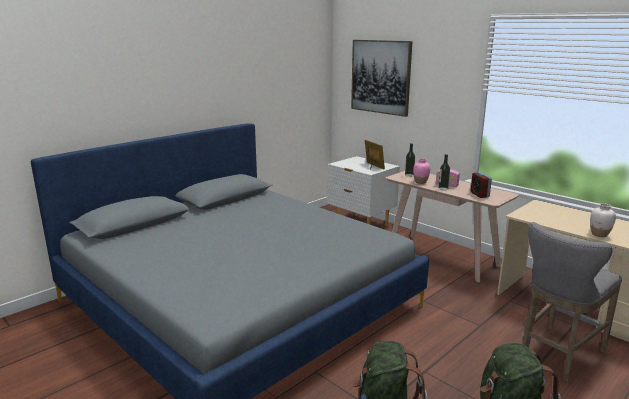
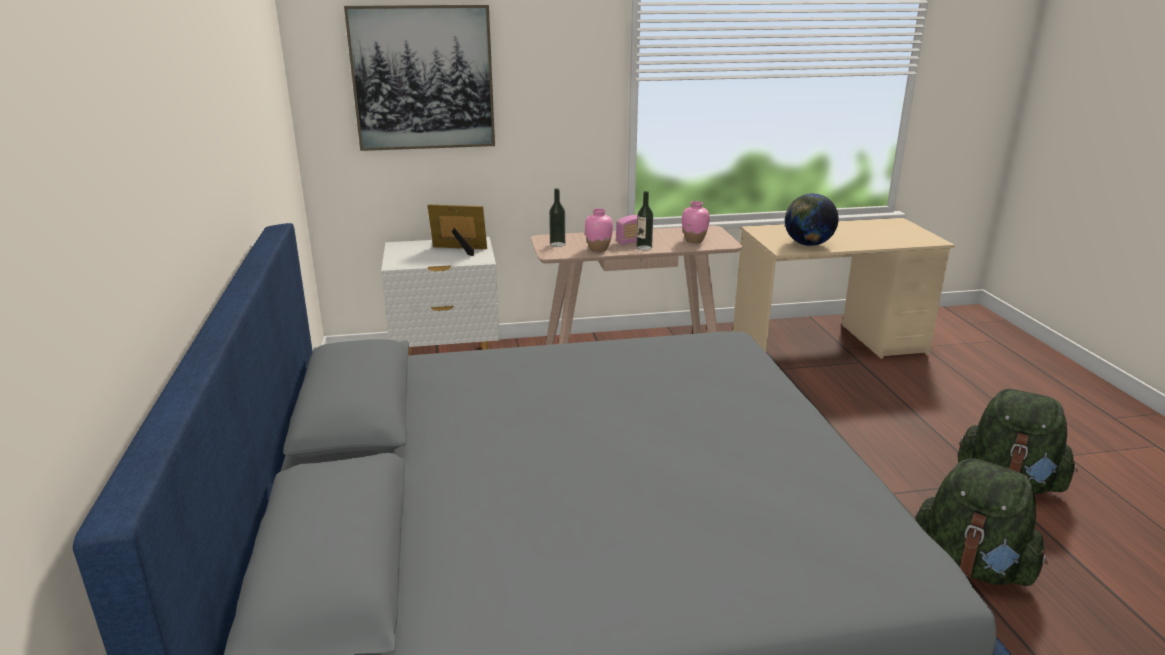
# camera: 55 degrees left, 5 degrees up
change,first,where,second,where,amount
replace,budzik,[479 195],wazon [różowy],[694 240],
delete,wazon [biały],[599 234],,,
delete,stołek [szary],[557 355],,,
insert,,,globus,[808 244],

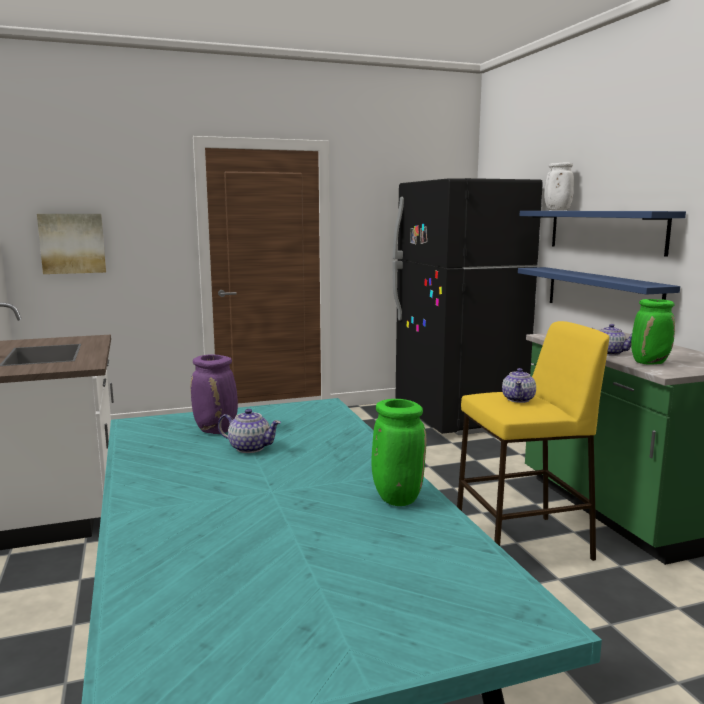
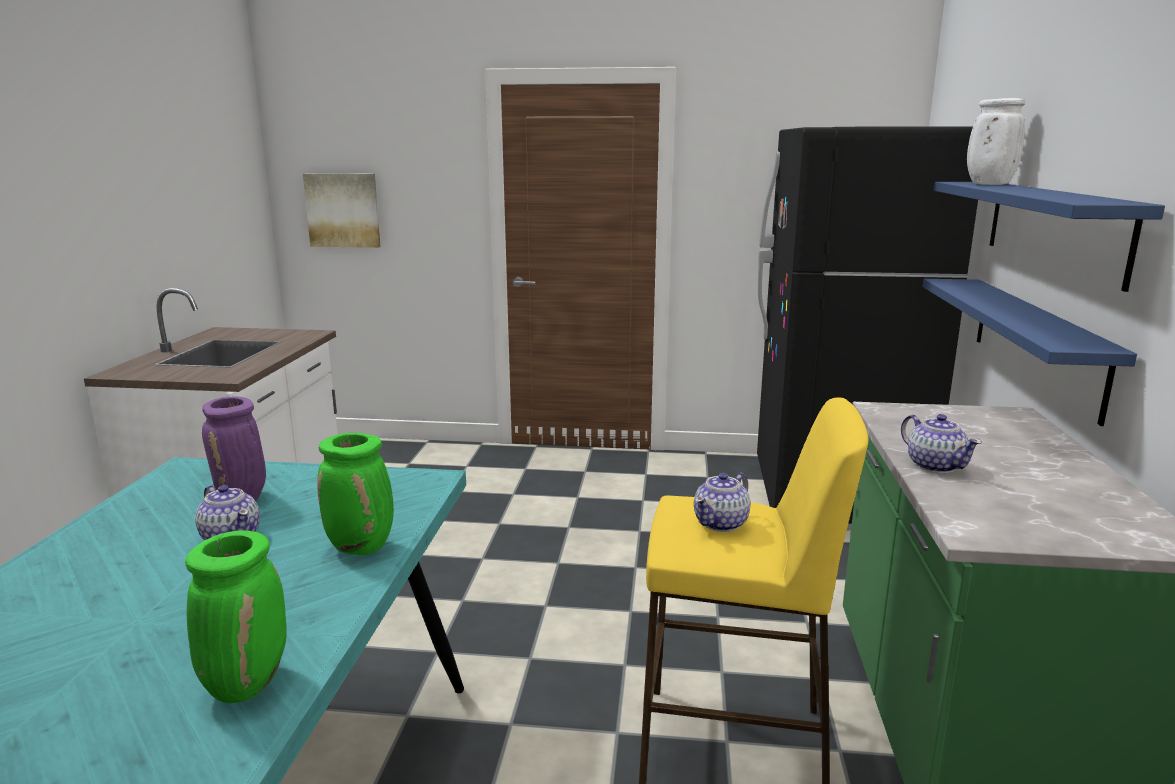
# camera: 25 degrees right, 5 degrees up
change,first,where,second,where,amount
move,wazon [zielony],[650 363],,[362 547],

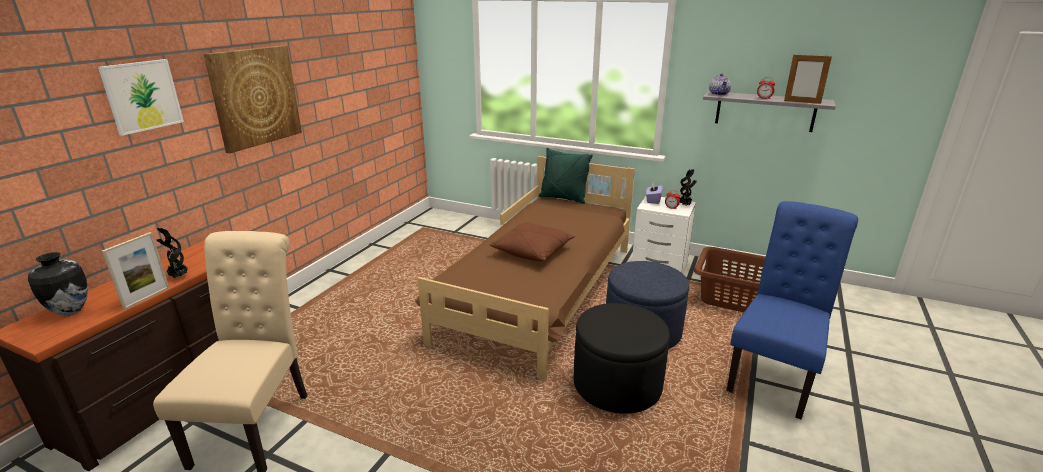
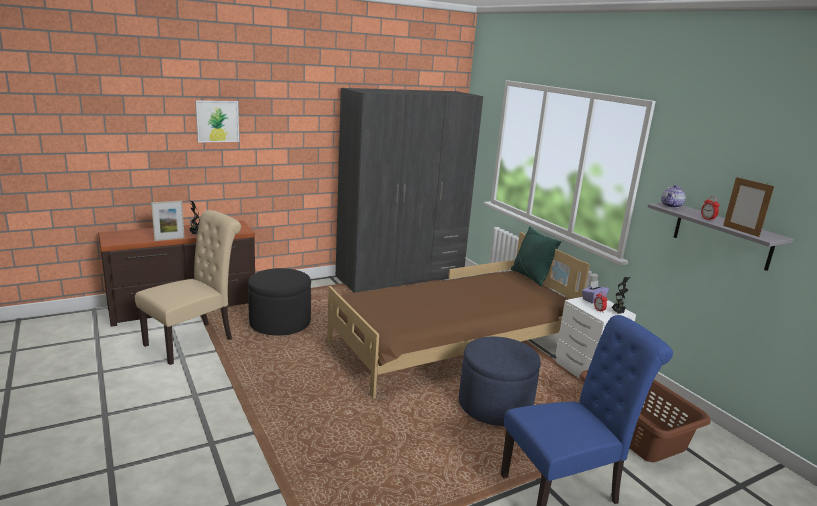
# camera: 35 degrees right, 5 degrees down
change,first,where,second,where,amount
delete,obraz,[255 97],,,
delete,poduszka [brązowy],[533 251],,,
delete,wazon,[70 311],,,
move,pufa [czarny],[617 385],,[280 323],
insert,,,szafa [szary],[401 276],

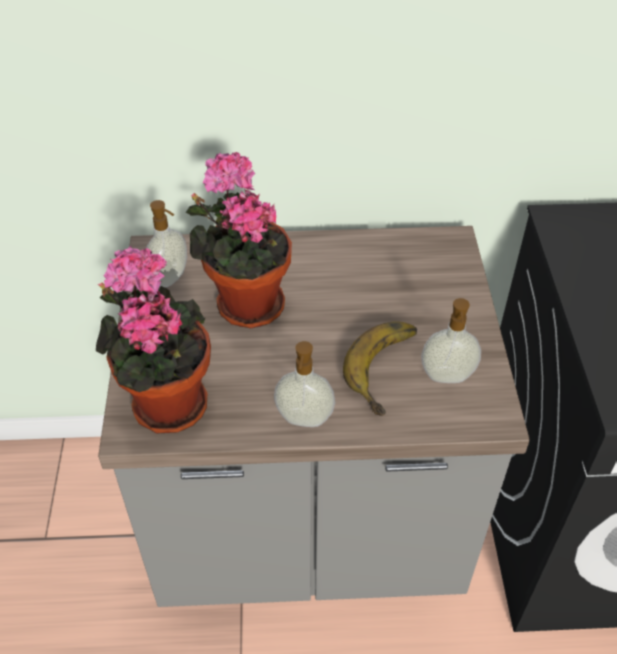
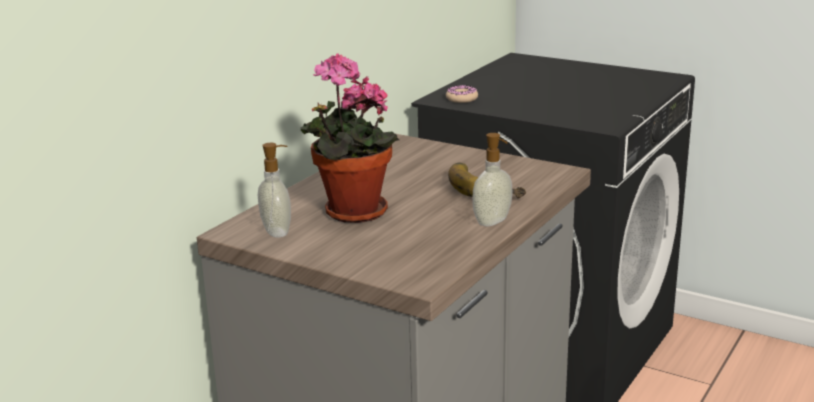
# camera: 55 degrees left, 25 degrees down
change,first,where,second,where,amount
delete,roślina doniczkowa,[165 400],,,
delete,dozownik mydła,[447 377],,,
insert,,,donut,[461 99],

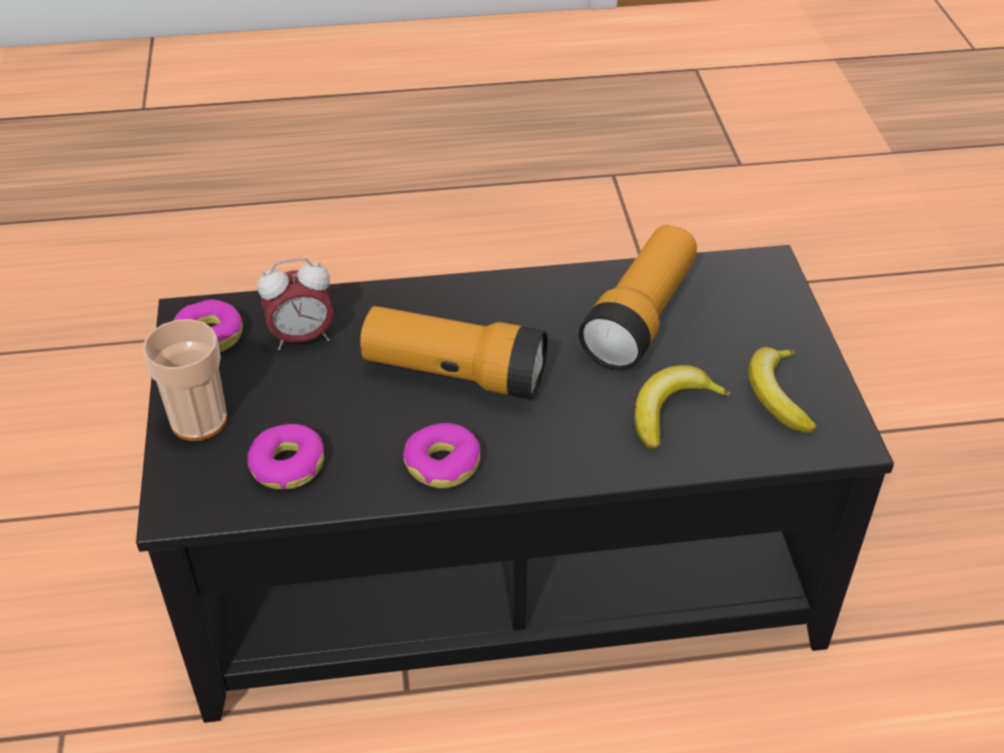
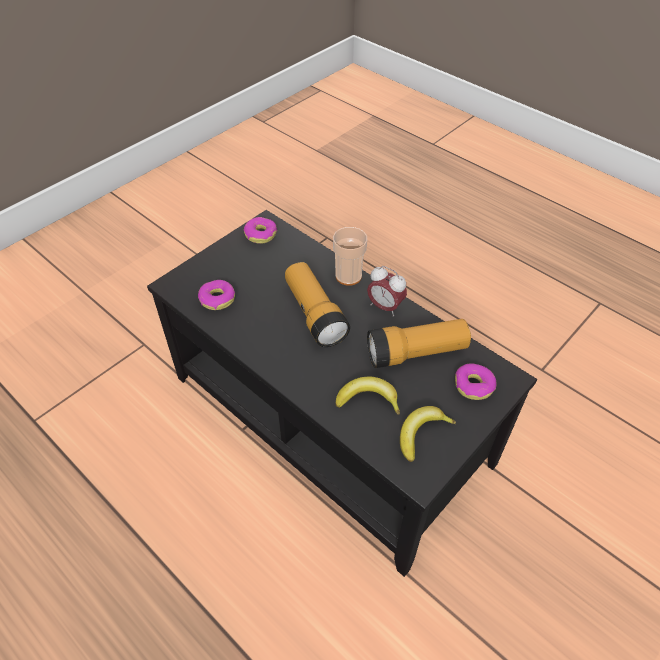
# camera: 50 degrees right, 5 degrees up
change,first,where,second,where,amount
move,budzik,[302 338],,[385 307],
move,filiżanka,[199 421],,[348 276],
move,donut,[443 464],,[474 385],

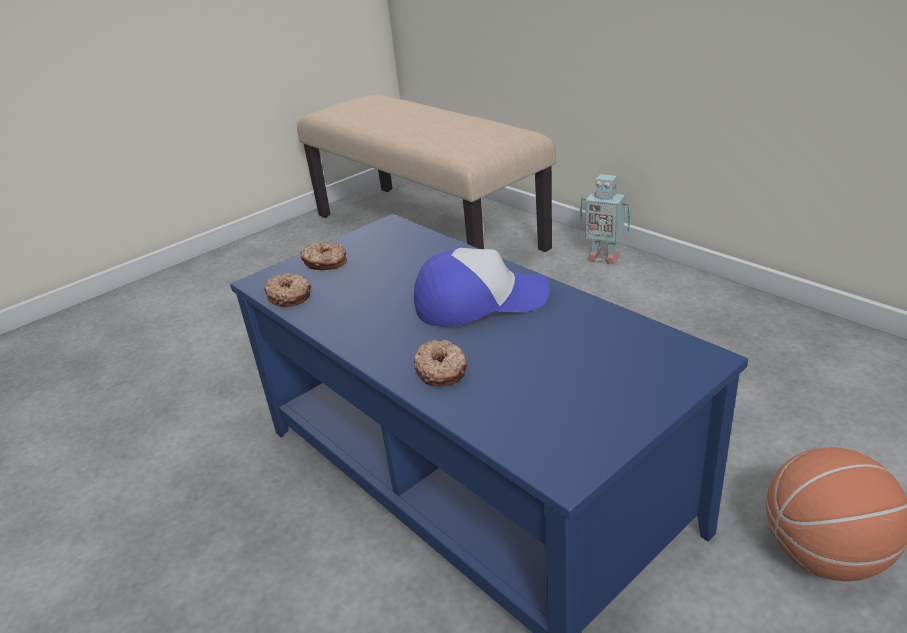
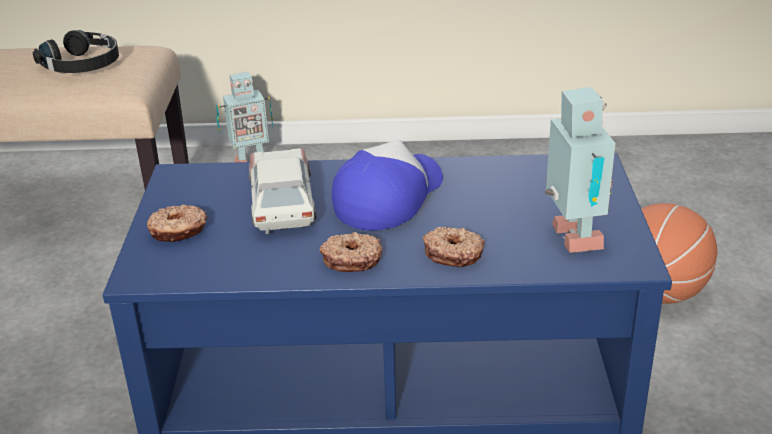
# camera: 50 degrees left, 0 degrees up
change,first,where,second,where,amount
move,donut,[289 296],,[352 259],
insert,,,słuchawki [czarny],[83 64],
insert,,,robot zabawkowy,[572 240],
insert,,,samochodzik,[282 201],

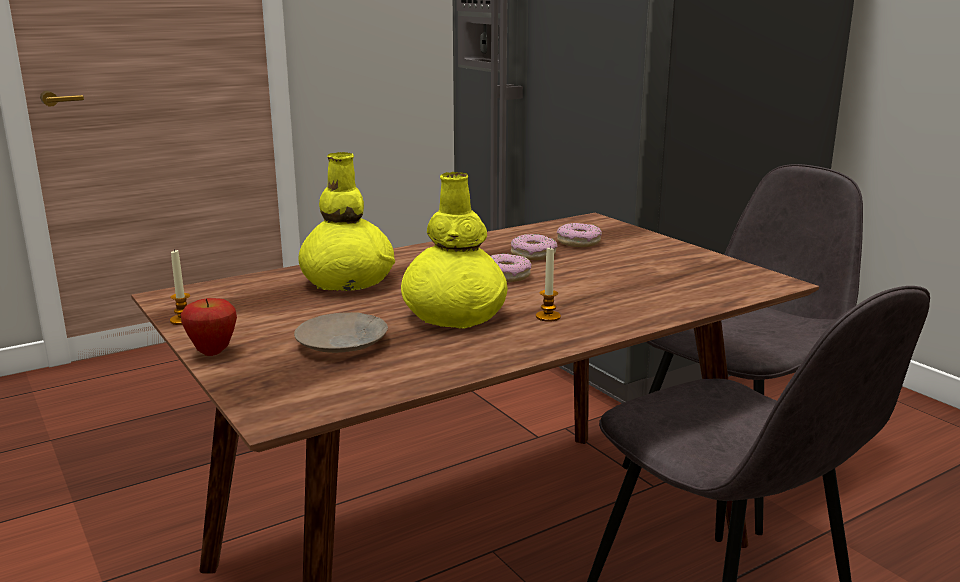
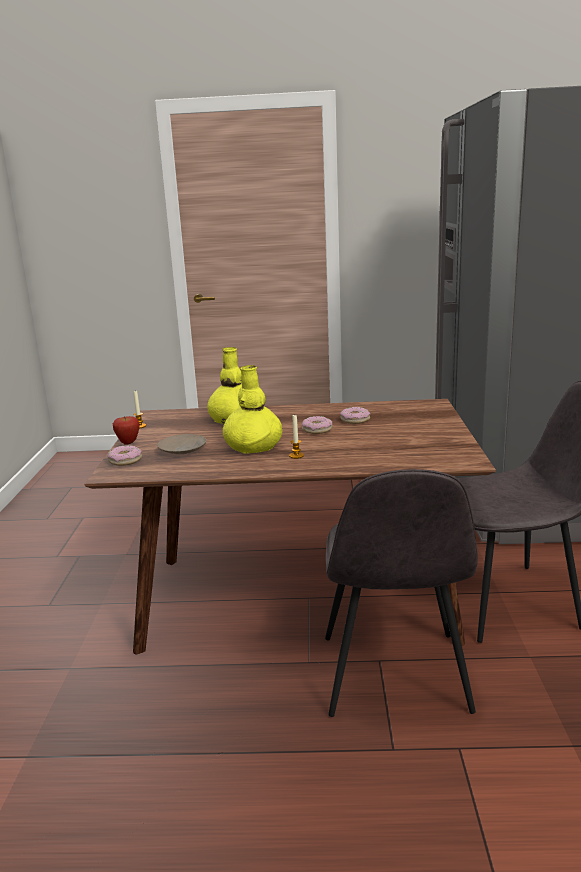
# camera: 35 degrees right, 0 degrees up
change,first,where,second,where,amount
move,donut,[578 242],,[125 460],

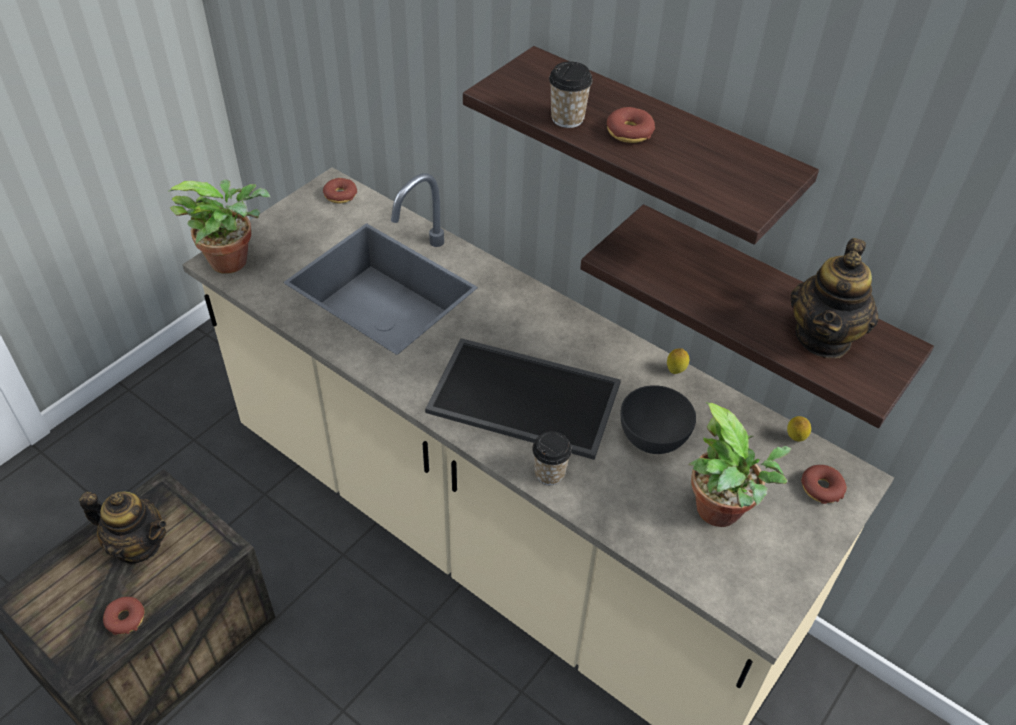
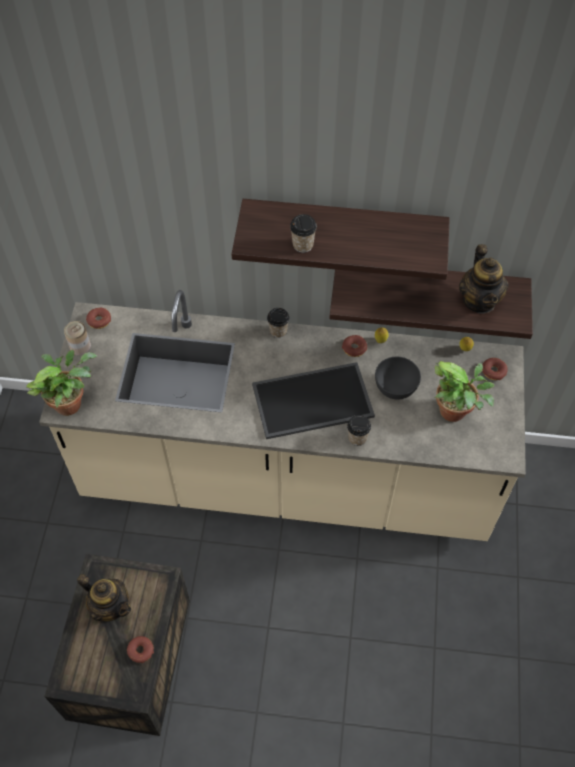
# camera: 30 degrees left, 10 degrees up
change,first,where,second,where,amount
move,donut,[629 132],,[354 348],
rotate,imbryk,[138 545],,[110 606],45 degrees clockwise
insert,,,filiżanka,[278 331],
insert,,,puszka,[80 346],

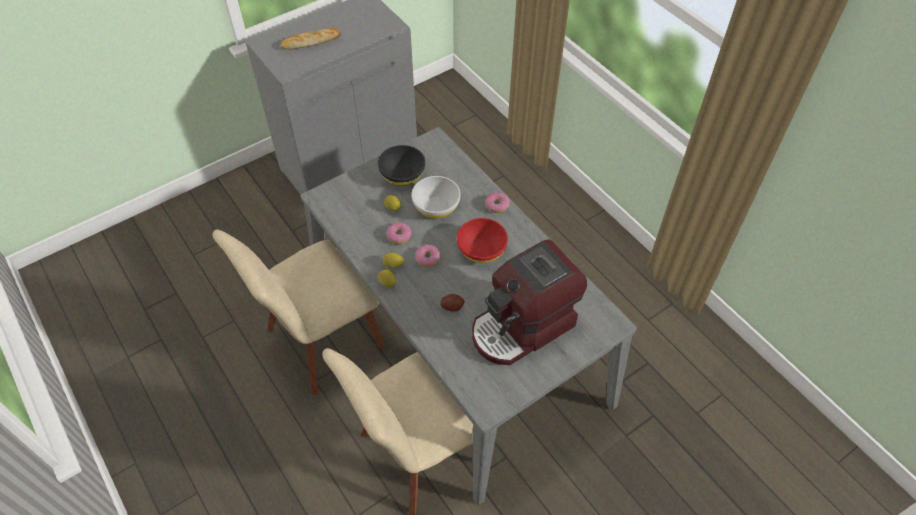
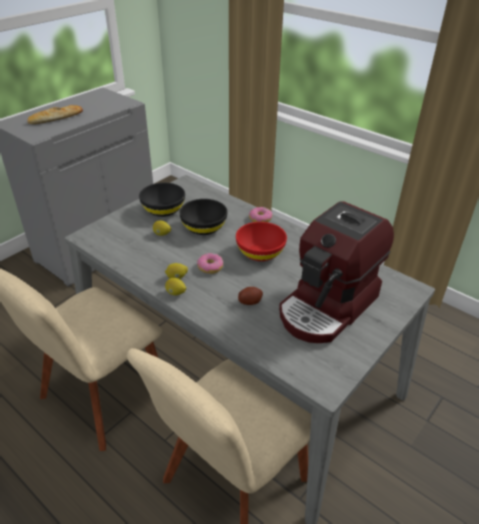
# camera: 15 degrees left, 15 degrees down
change,first,where,second,where,amount
recolor,miska [biały],[436 207],miska [czarny],[204 228],
delete,donut,[399 236],,,

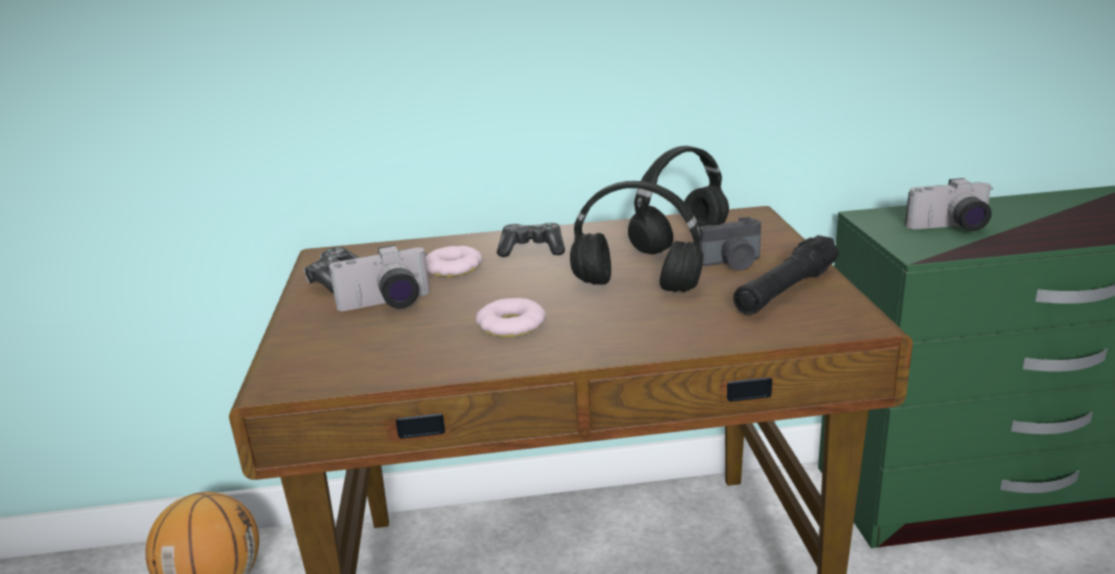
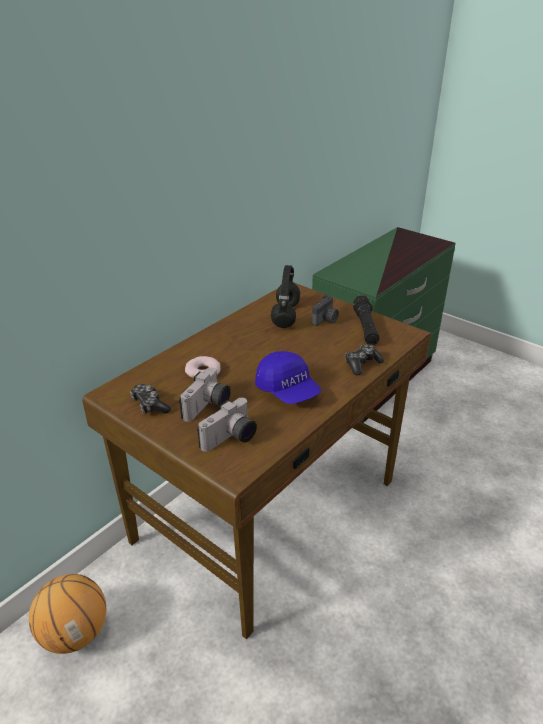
# camera: 45 degrees left, 10 degrees up
change,first,where,second,where,amount
move,aparat fotograficzny,[951 228],,[231 439],
delete,słuchawki [czarny],[634 287],,,
move,pad do gier,[532 250],,[362 364],
replace,donut,[511 325],czapka z daszkiem [niebieski],[288 391],

